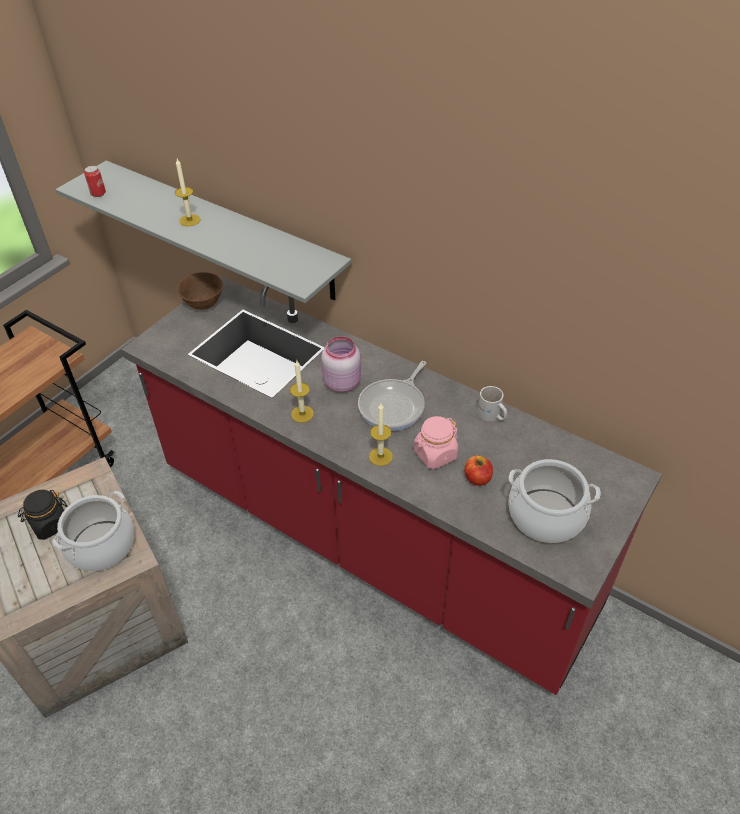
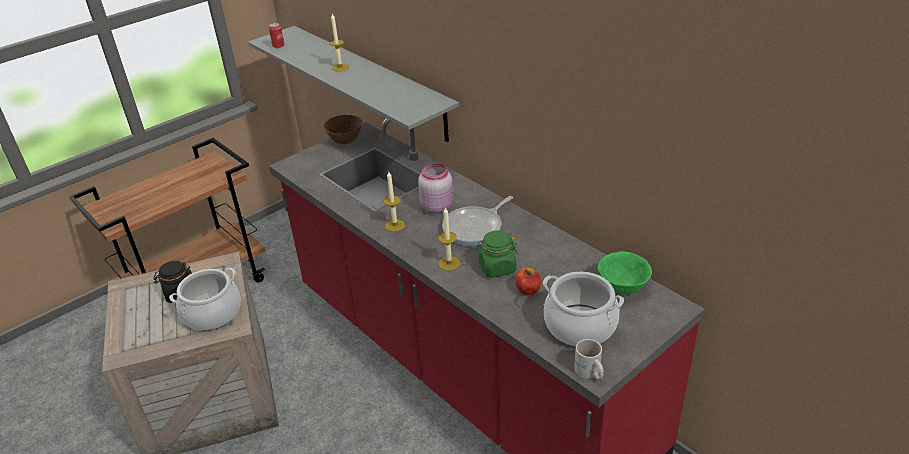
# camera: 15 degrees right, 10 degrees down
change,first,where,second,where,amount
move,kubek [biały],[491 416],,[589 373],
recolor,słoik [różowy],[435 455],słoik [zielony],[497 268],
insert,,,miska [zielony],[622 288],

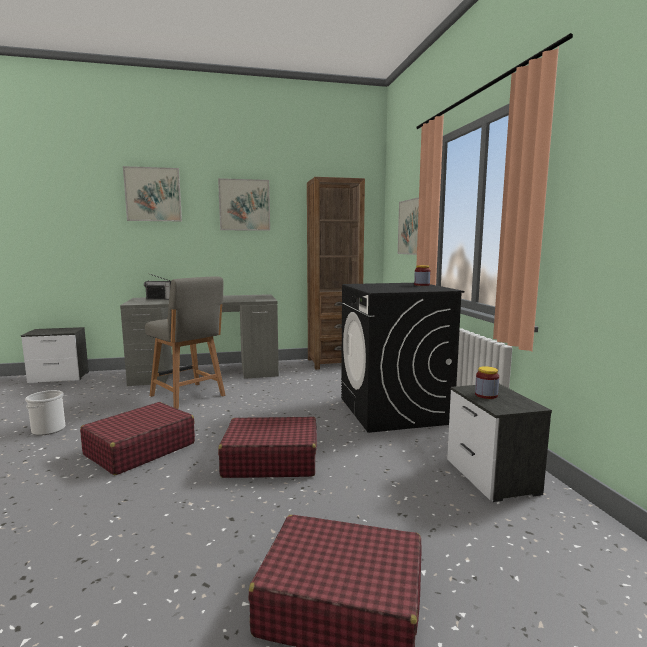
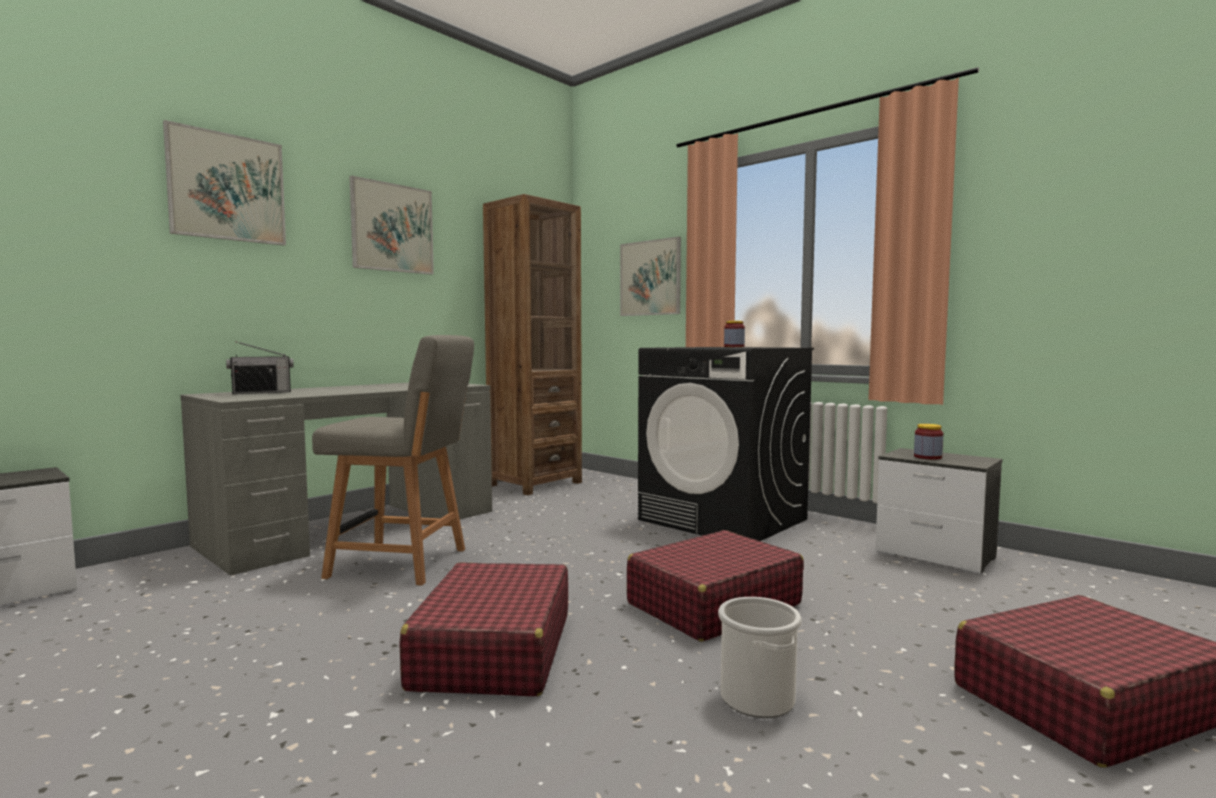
# camera: 35 degrees left, 5 degrees down
change,first,where,second,where,amount
move,wiadro,[48 429],,[756 698],

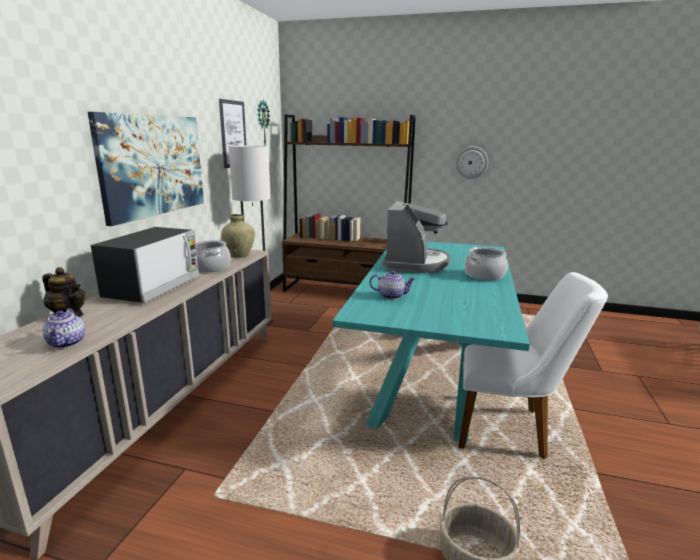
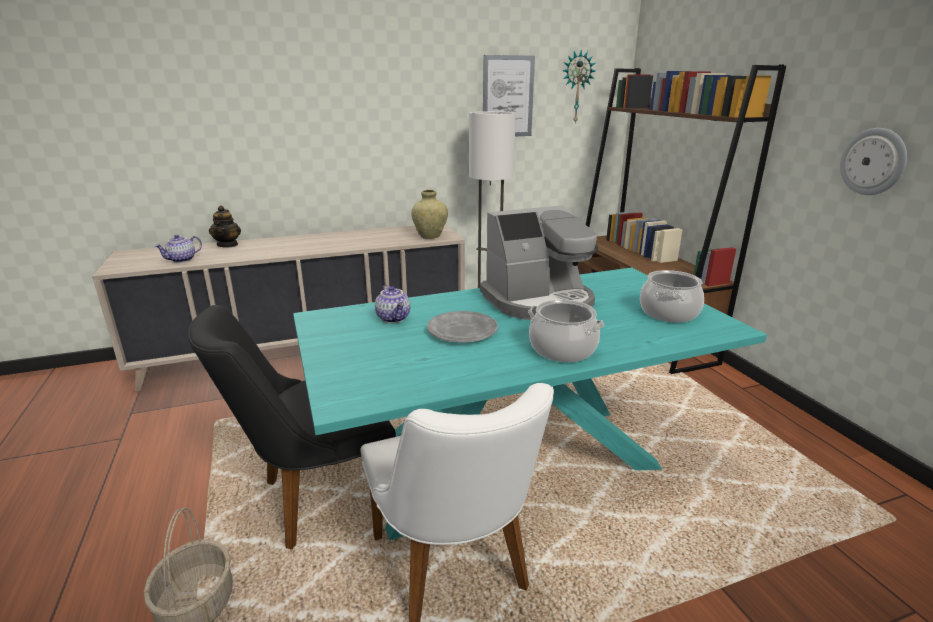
# camera: 55 degrees right, 5 degrees up
change,first,where,second,where,amount
delete,obraz,[153 165],,,
delete,mikrofalówka,[153 287],,,
move,garnek,[211 267],,[669 313],
insert,,,krzesło [czarny],[315 501],
insert,,,talerz [szary],[462 331],

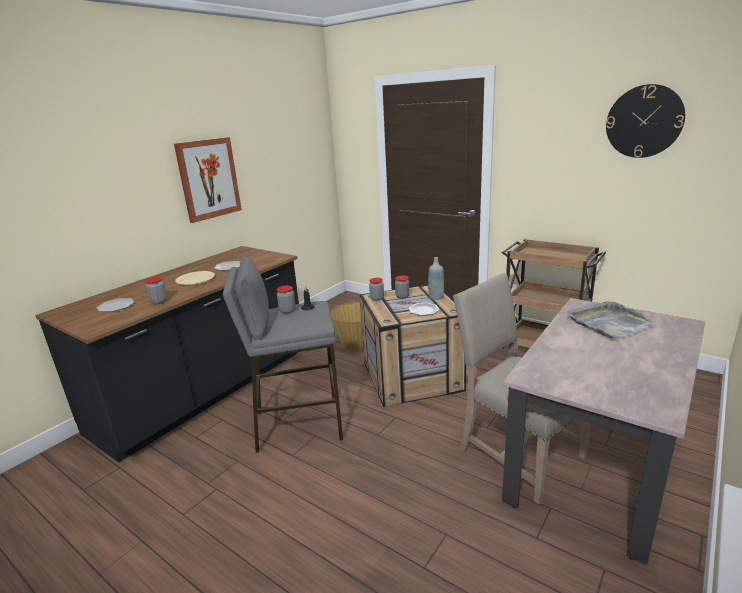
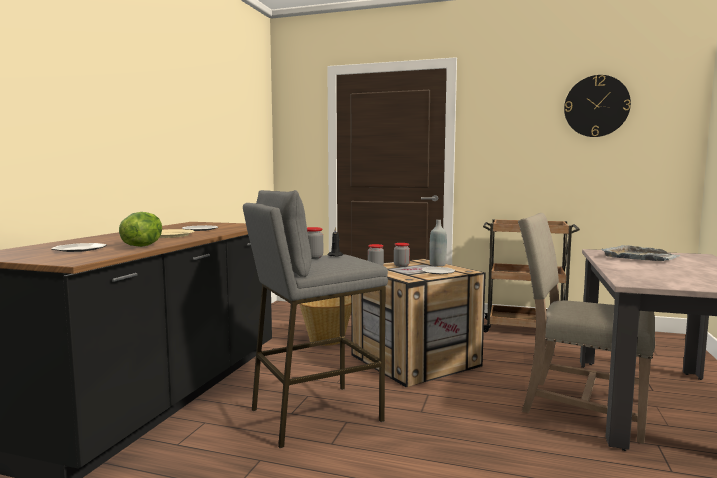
# camera: 20 degrees left, 15 degrees down
change,first,where,second,where,amount
delete,obraz,[208 179],,,
replace,słoik,[159 302],sałata,[143 245],

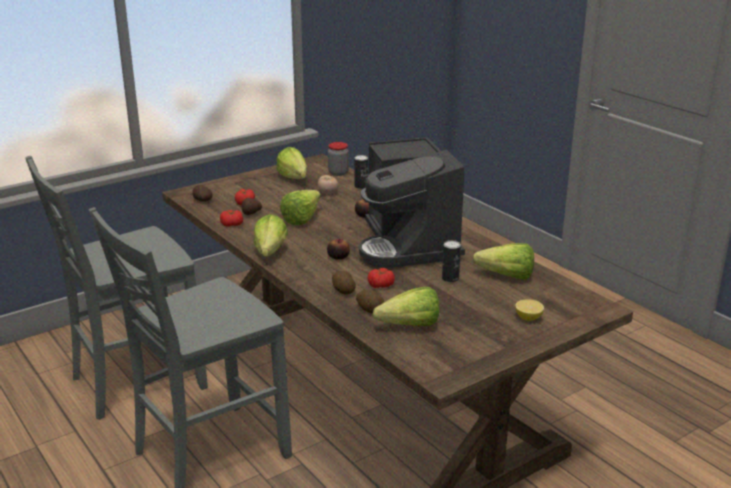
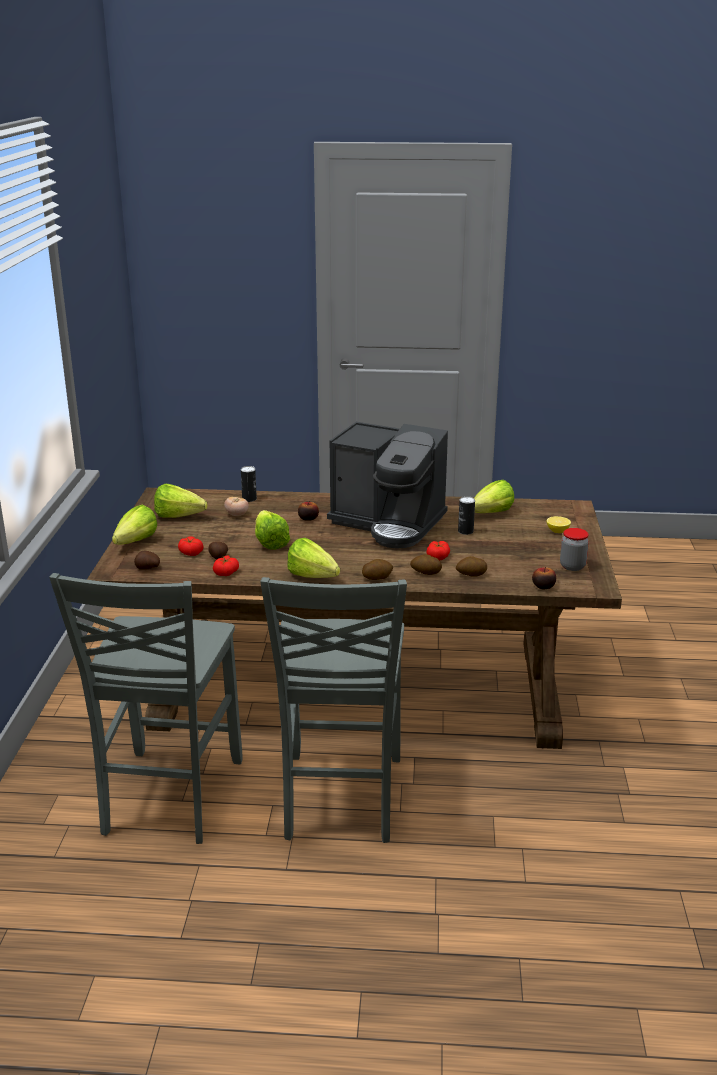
# camera: 50 degrees left, 0 degrees up
change,first,where,second,where,amount
move,słoik,[338 173],,[572 566],
move,jabłko,[338 257],,[543 586],
move,sałata,[404 326],,[132 544],
insert,,,ziemniak,[377 577],

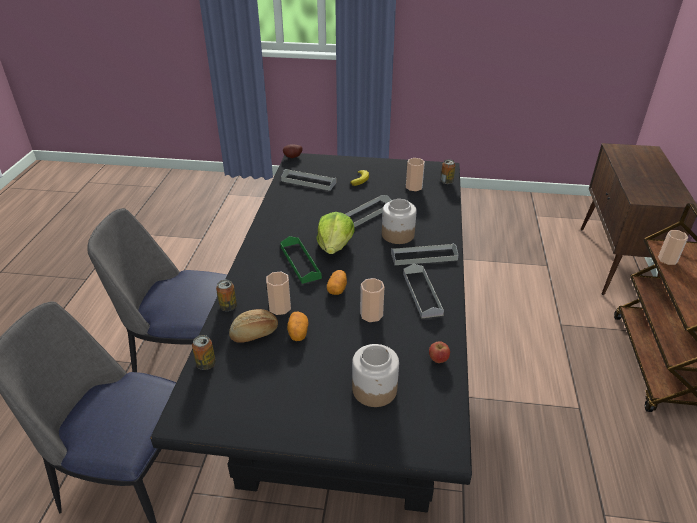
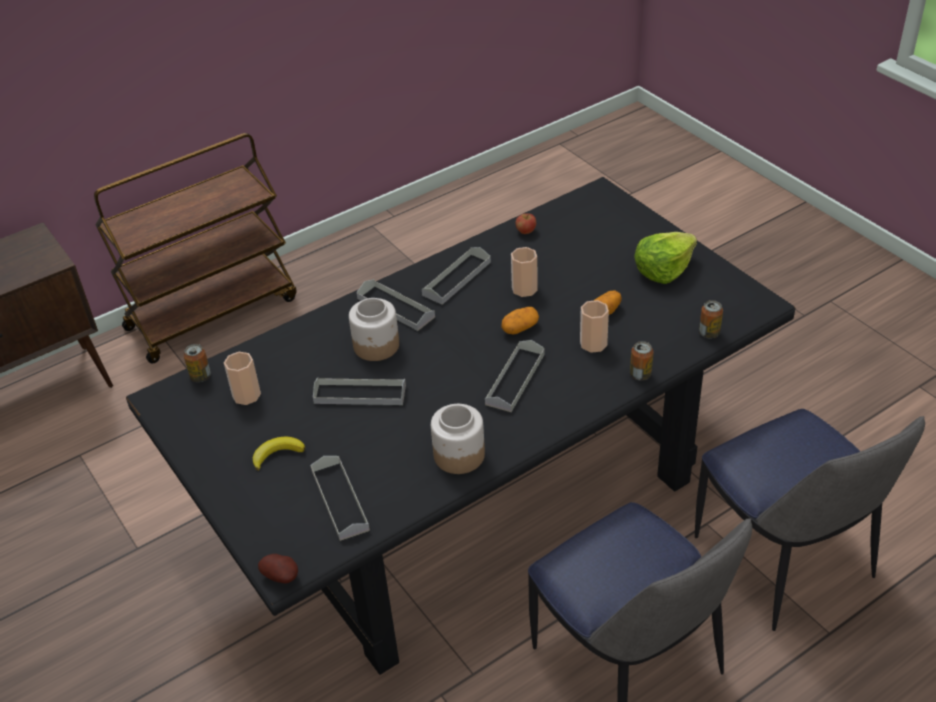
# camera: 130 degrees left, 5 degrees up
change,first,where,second,where,amount
move,sałata,[335 246],,[663 270],
delete,filiżanka,[667 259],,,
recolor,taca [zielony],[300 262],taca [szary],[515 379],
delete,chleb,[255 334],,,
move,słoik,[375 389],,[458 455],

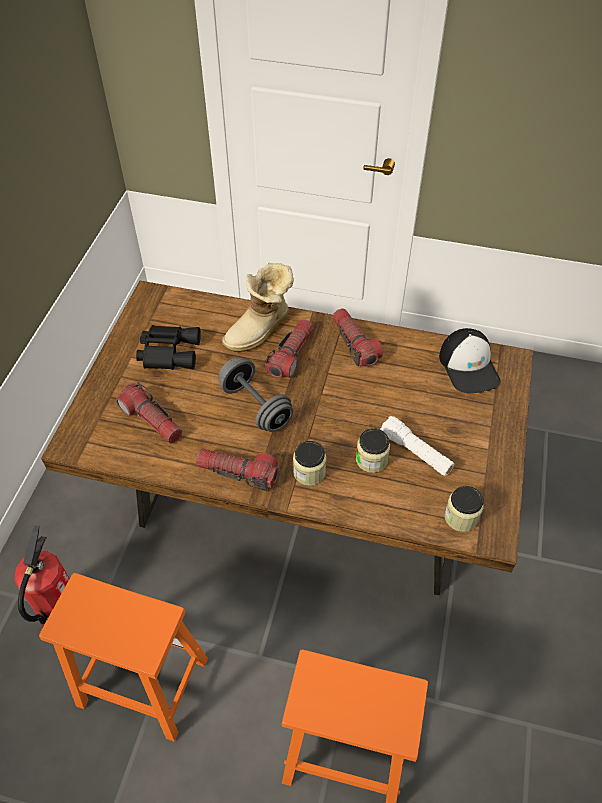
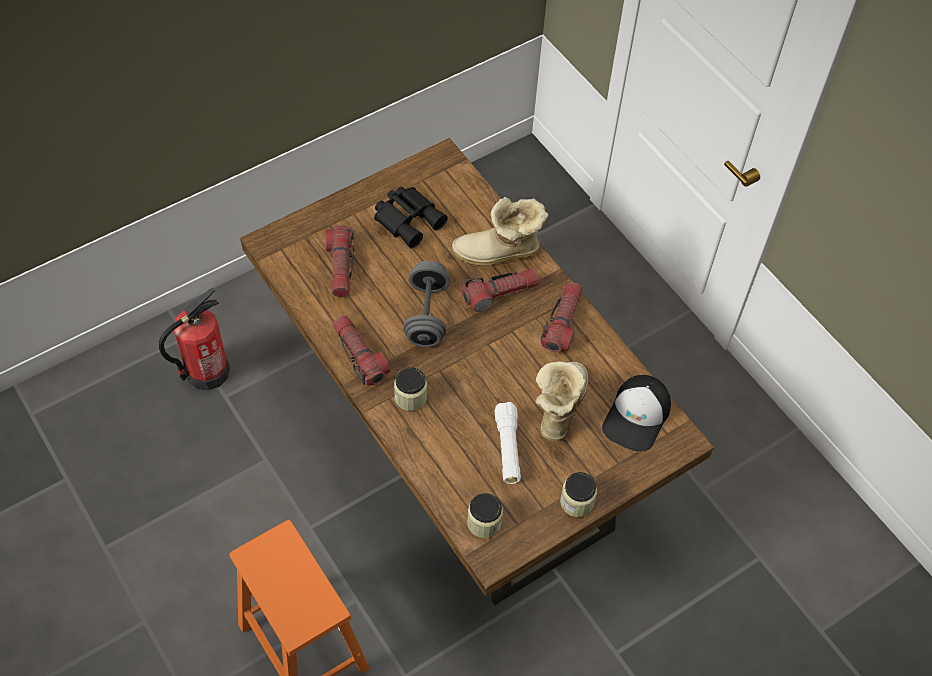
# camera: 40 degrees right, 5 degrees up
change,first,where,second,where,amount
move,słoik,[371 459],,[577 502],
delete,stołek [pomarańczowy],[141 682],,,
insert,,,but z cholewką,[558 408],

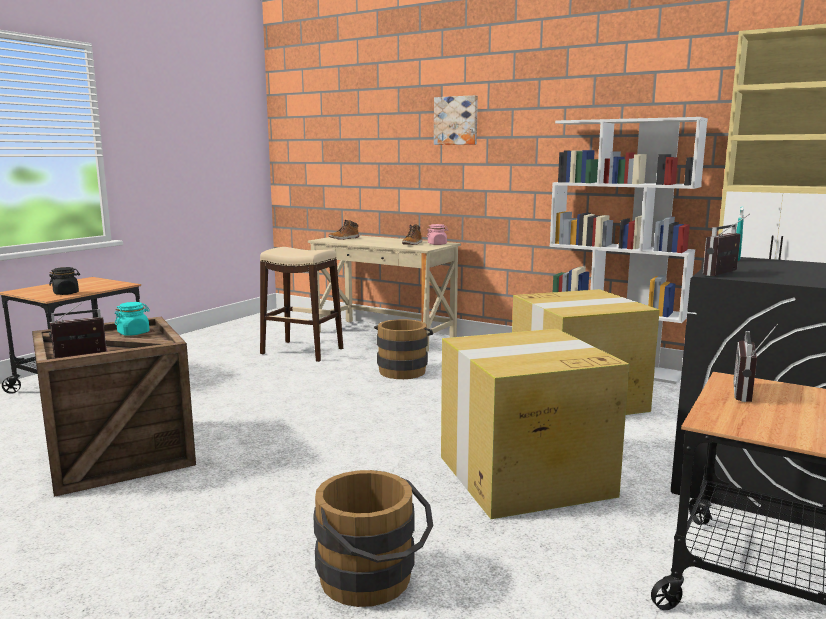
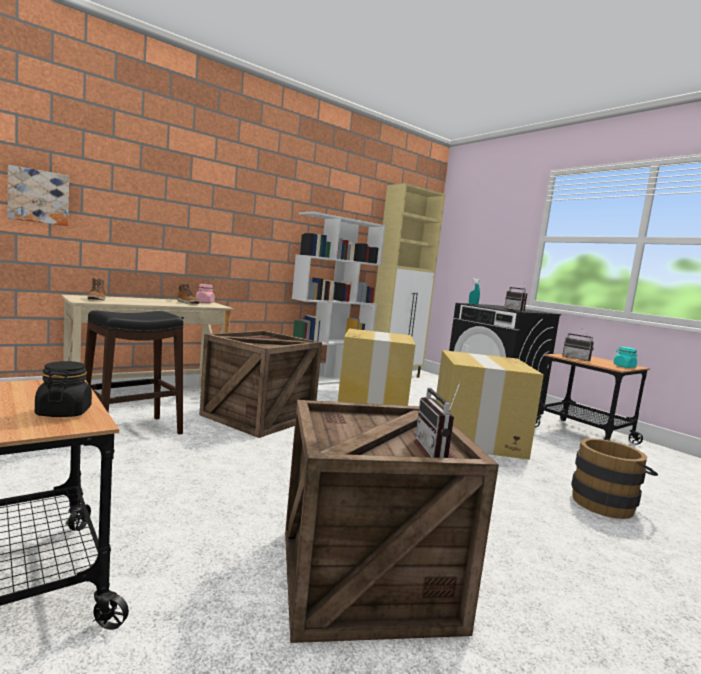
# camera: 70 degrees left, 5 degrees down
change,first,where,second,where,amount
move,obraz,[456 120],,[38 196],
recolor,stołek [beżowy],[301 351],stołek [czarny],[131 432],
move,słoik [turkusowy],[133 333],,[624 366],
replace,wiadro [brązowy],[403 370],skrzynka,[258 416],

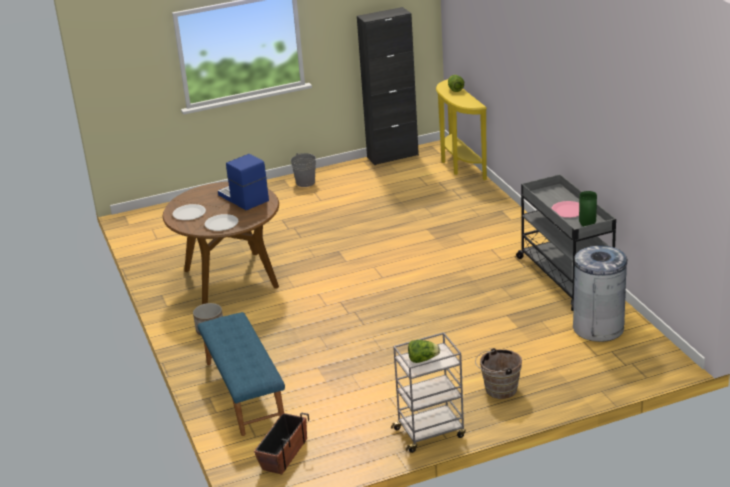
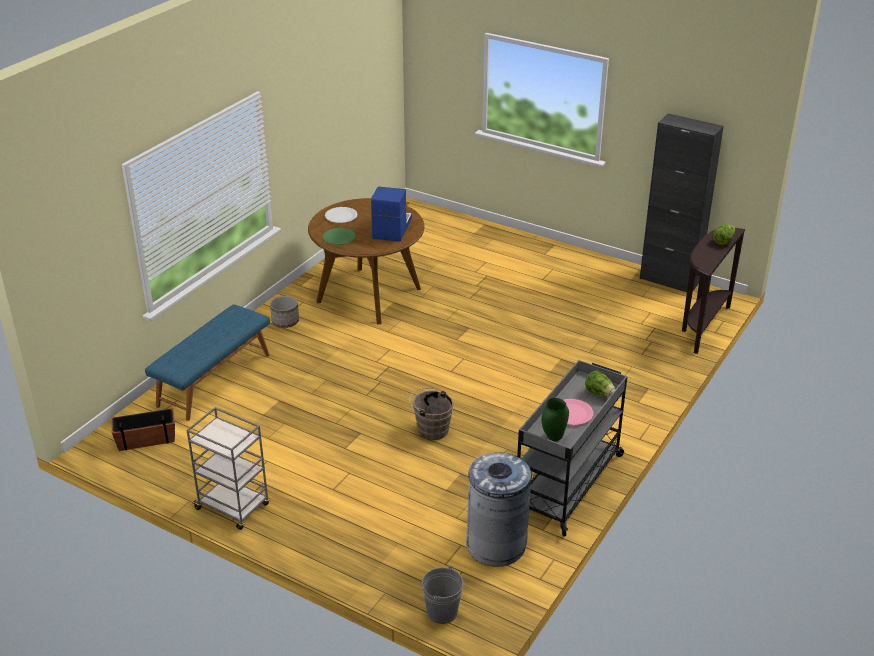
# camera: 50 degrees right, 5 degrees up
change,first,where,second,where,amount
recolor,stolik konsolowy [żółty],[459 166],stolik konsolowy [brązowy],[701 326],
move,wiadro [szary],[305 182],,[442 612],
recolor,talerz [biały],[221 223],talerz [zielony],[339 237],
move,sałata,[423 359],,[599 393],
move,wiadro [brązowy],[498 390],,[431 429],

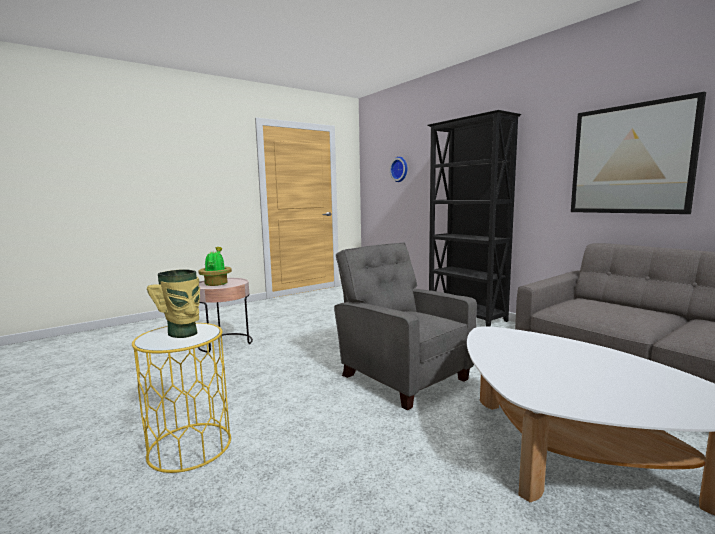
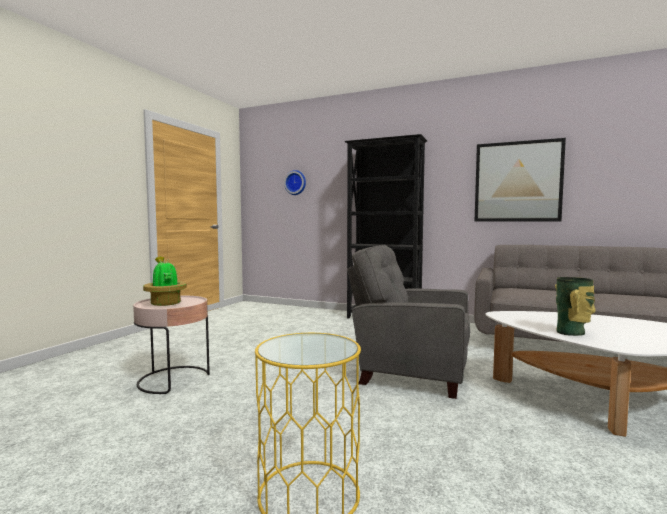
# camera: 30 degrees left, 5 degrees down
change,first,where,second,where,amount
move,wazon,[184 334],,[572 332],

